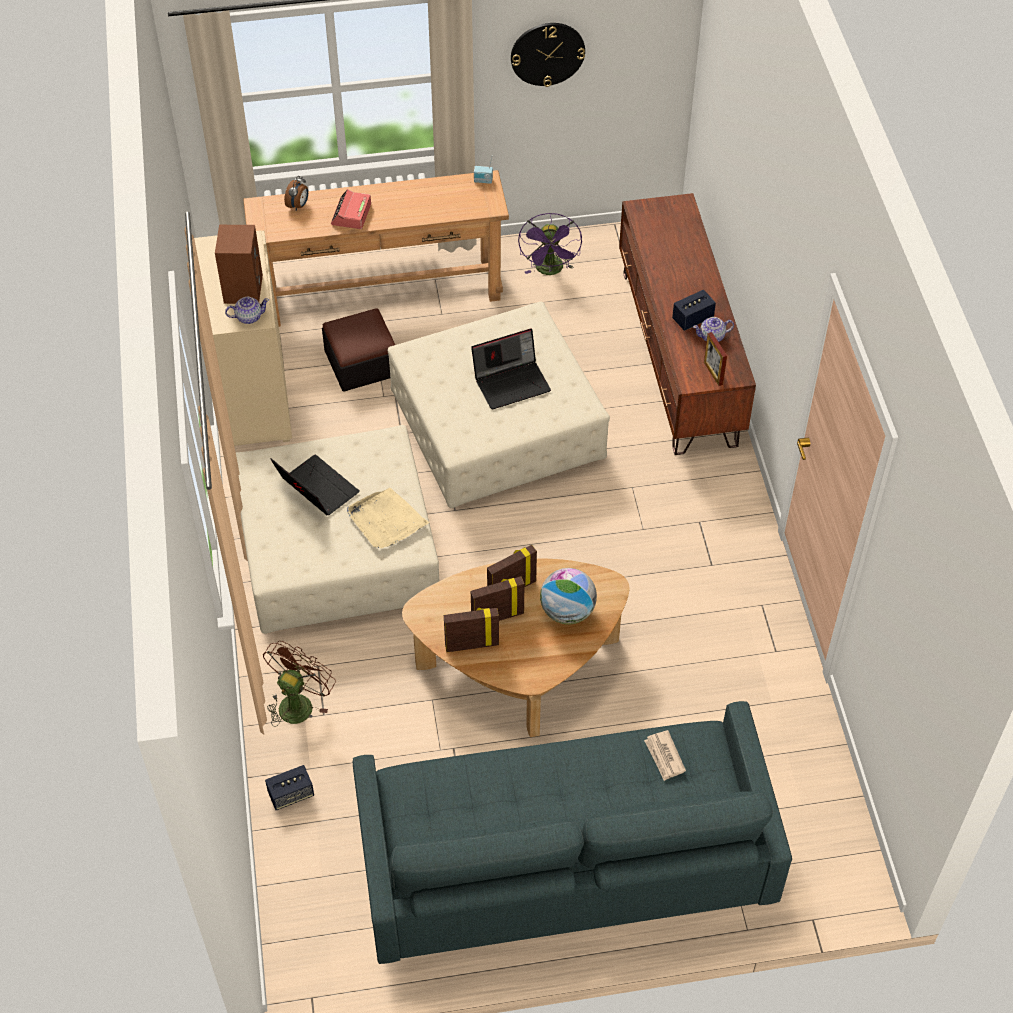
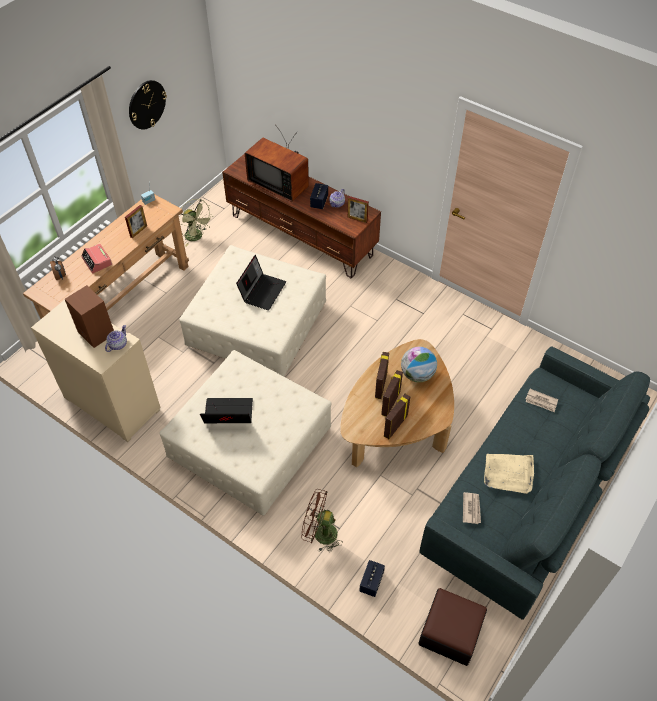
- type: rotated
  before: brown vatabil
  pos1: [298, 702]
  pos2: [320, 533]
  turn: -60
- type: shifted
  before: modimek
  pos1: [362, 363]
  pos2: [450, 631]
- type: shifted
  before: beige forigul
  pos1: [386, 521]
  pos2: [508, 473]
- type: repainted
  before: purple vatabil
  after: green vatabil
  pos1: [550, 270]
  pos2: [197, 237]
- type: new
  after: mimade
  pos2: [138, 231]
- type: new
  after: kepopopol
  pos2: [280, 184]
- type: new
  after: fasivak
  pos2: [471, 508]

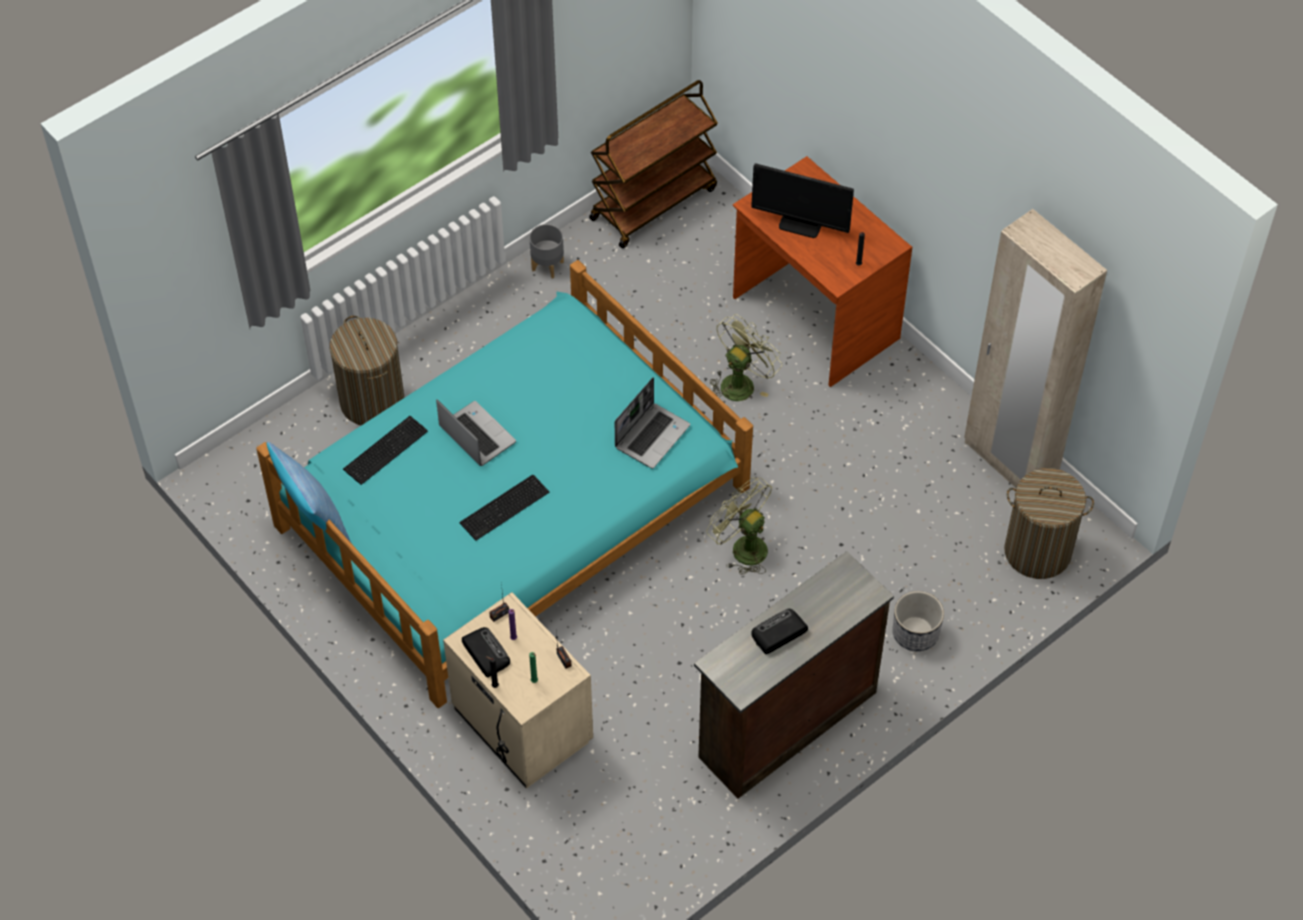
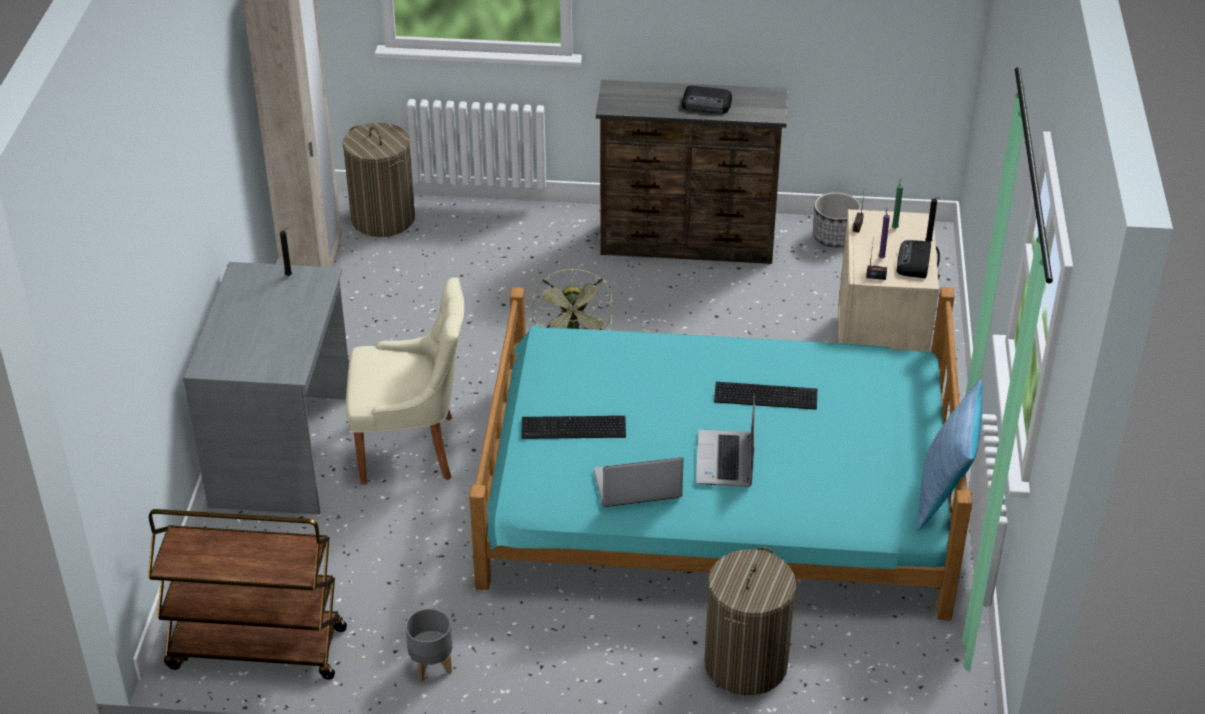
- type: shifted
  before: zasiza
  pos1: [383, 450]
  pos2: [575, 429]
- type: shifted
  before: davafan
  pos1: [652, 435]
  pos2: [636, 486]
- type: swapped
  before: green vatabil
  after: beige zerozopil
  pos1: [741, 382]
  pos2: [412, 448]
- type: repainted
  before: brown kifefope
  after: grey kifefope
  pos1: [814, 318]
  pos2: [284, 451]
- type: gone
  before: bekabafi
  pos1: [800, 224]
- type: shifted
  before: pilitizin
  pos1: [915, 633]
  pos2: [834, 237]

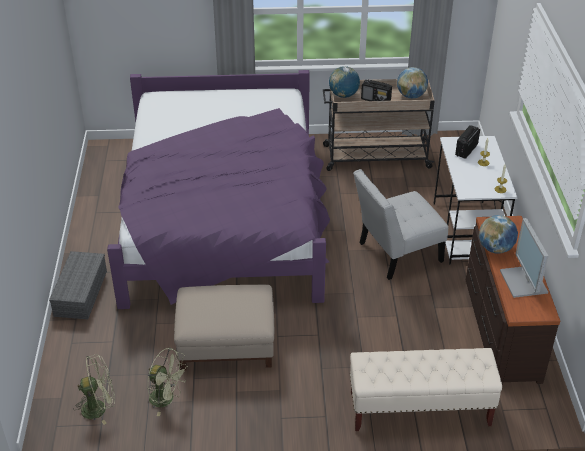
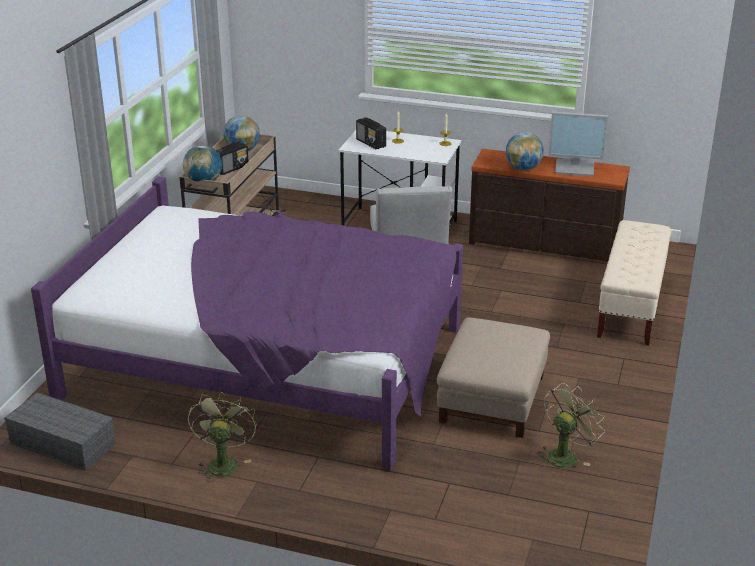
- type: shifted
  before: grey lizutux
  pos1: [80, 292]
  pos2: [61, 443]
- type: shifted
  before: green vatabil
  pos1: [99, 407]
  pos2: [223, 462]

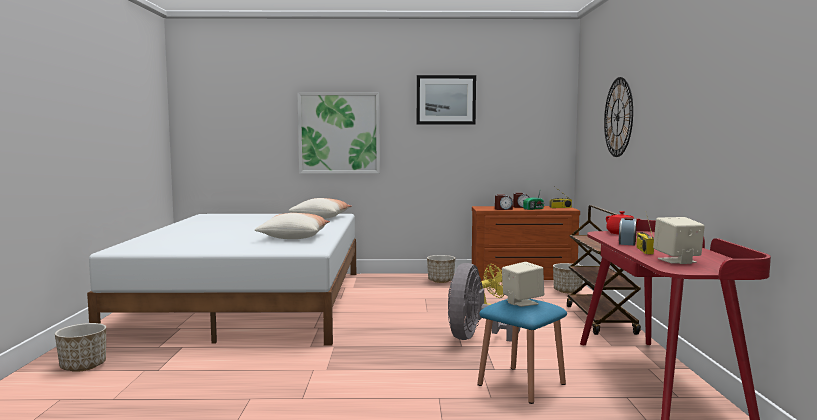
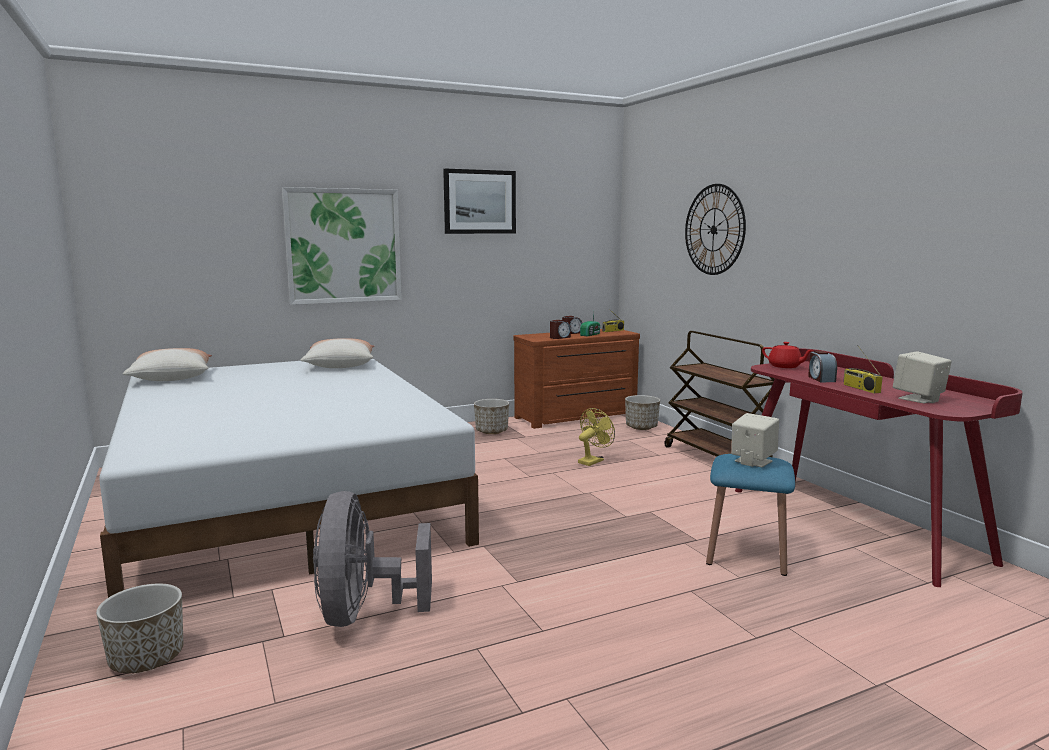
- type: shifted
  before: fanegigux
  pos1: [294, 237]
  pos2: [171, 377]
- type: shifted
  before: grey vatabil
  pos1: [475, 338]
  pos2: [364, 613]

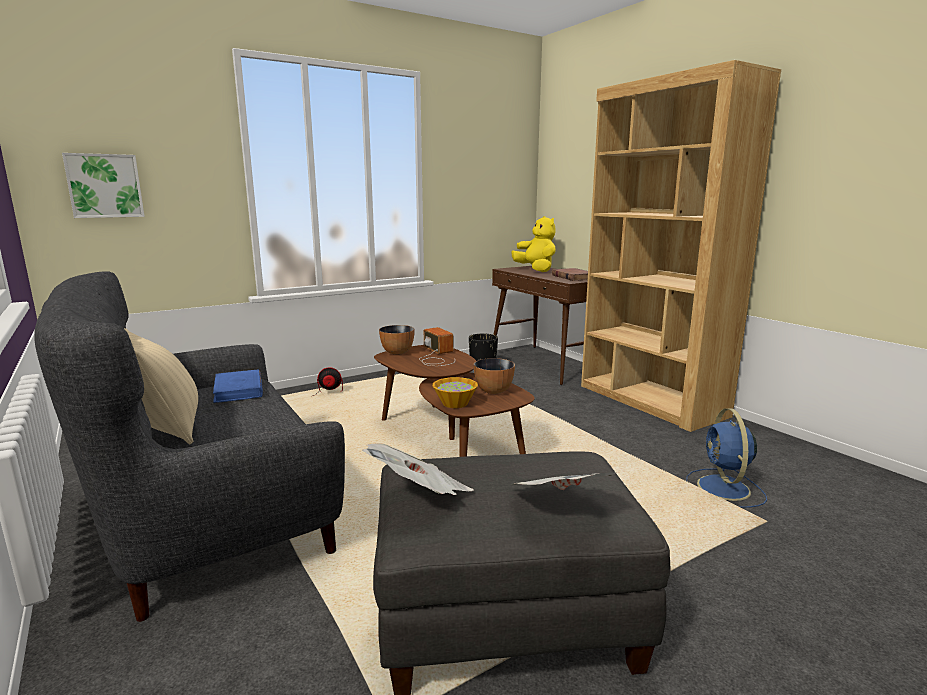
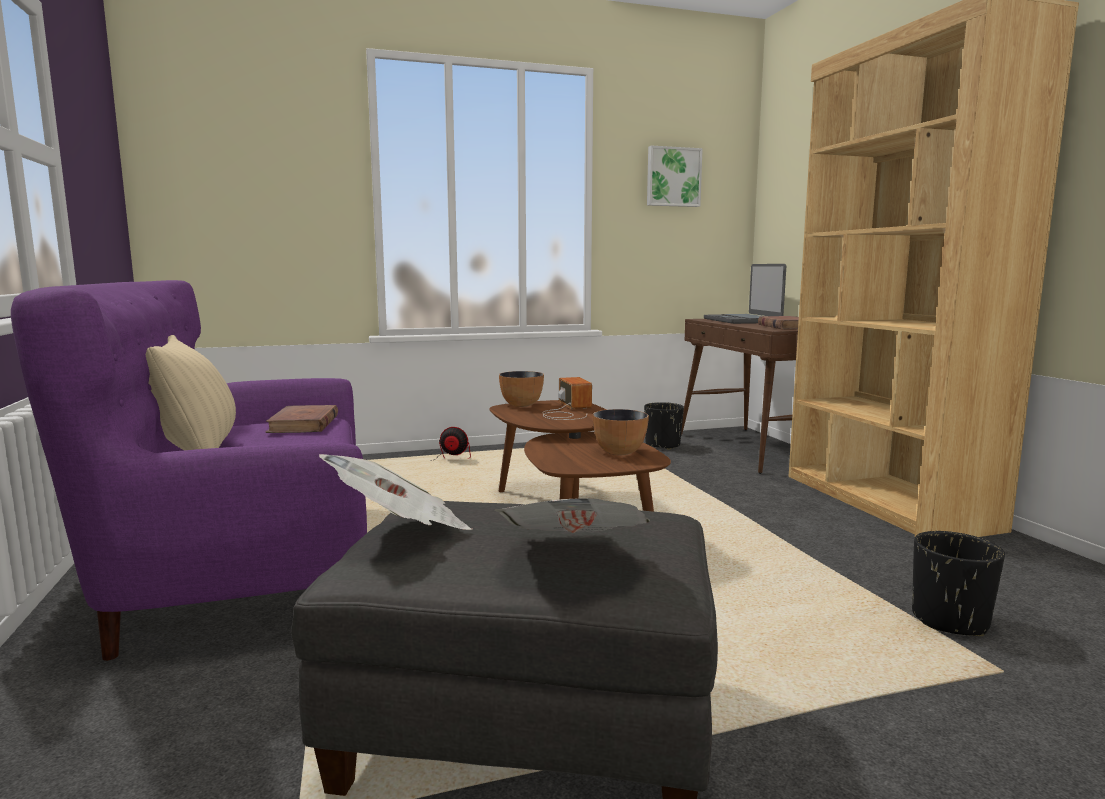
- type: repainted
  before: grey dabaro
  after: purple dabaro
  pos1: [208, 515]
  pos2: [242, 566]
- type: shifted
  before: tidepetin
  pos1: [105, 186]
  pos2: [673, 177]
- type: repainted
  before: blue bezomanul
  after: brown bezomanul
  pos1: [238, 390]
  pos2: [304, 424]
- type: gone
  before: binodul
  pos1: [455, 403]
- type: swapped
  before: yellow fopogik
  after: davafan
  pos1: [536, 270]
  pos2: [742, 320]
- type: swapped
  before: blue vatabil
  after: black pilitizin
  pos1: [724, 489]
  pos2: [950, 621]

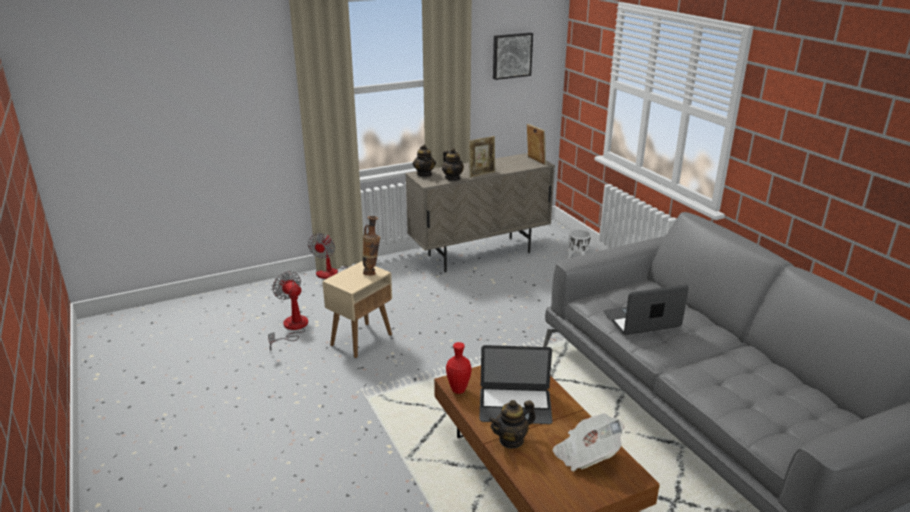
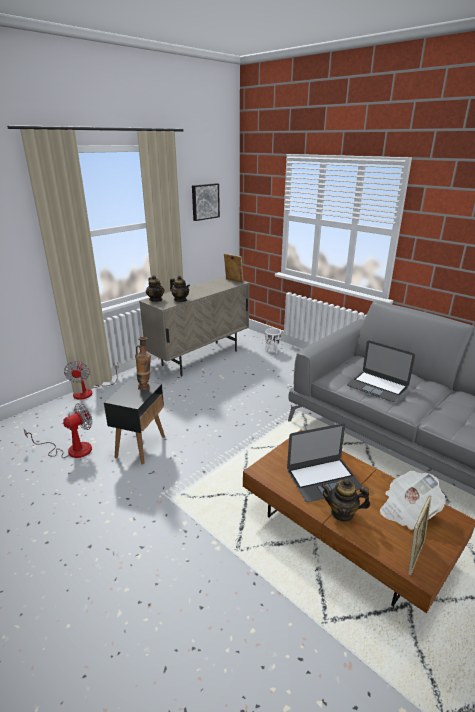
- type: rotated
  before: vatabil
  pos1: [292, 328]
  pos2: [71, 449]
  turn: 105
- type: repainted
  before: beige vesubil
  after: black vesubil
  pos1: [362, 339]
  pos2: [140, 446]
- type: gone
  before: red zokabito
  pos1: [458, 390]
- type: shifted
  before: mimade
  pos1: [481, 174]
  pos2: [414, 555]
- type: rotated
  before: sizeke
  pos1: [511, 440]
  pos2: [342, 513]
  turn: 60
- type: rotated
  before: davafan
  pos1: [641, 320]
  pos2: [377, 386]
  turn: -105

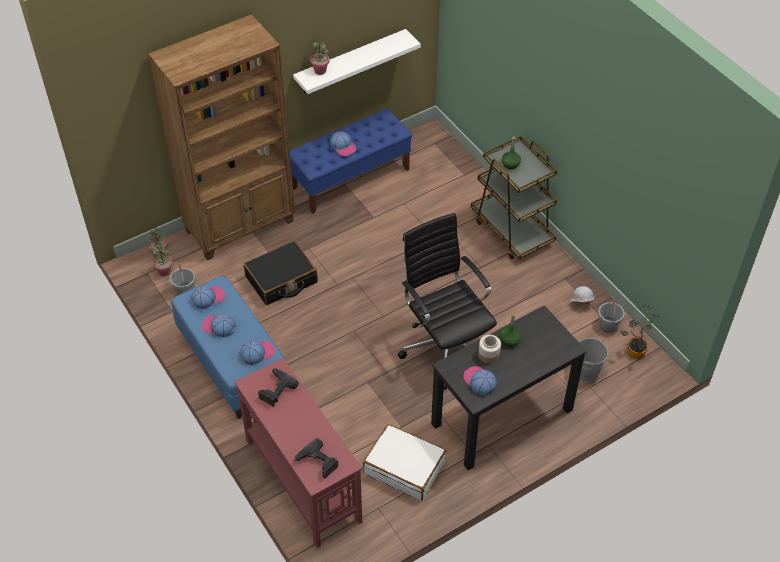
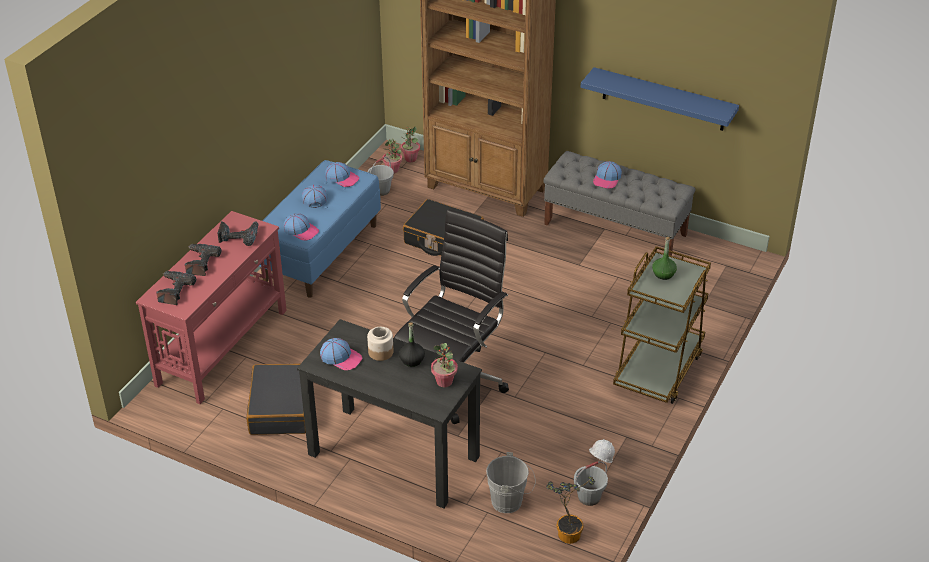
- type: repainted
  before: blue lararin
  after: grey lararin
  pos1: [351, 178]
  pos2: [615, 229]
- type: repainted
  before: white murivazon
  after: blue murivazon
  pos1: [350, 62]
  pos2: [663, 99]
- type: shifted
  before: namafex
  pos1: [320, 71]
  pos2: [444, 382]
- type: repainted
  before: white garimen
  after: black garimen
  pos1: [404, 467]
  pos2: [281, 408]
- type: rotated
  before: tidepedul
  pos1: [479, 381]
  pos2: [341, 358]
  turn: 90
- type: repainted
  before: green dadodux
  after: black dadodux
  pos1: [509, 340]
  pos2: [412, 360]
- type: new
  after: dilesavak
  pos2: [200, 263]

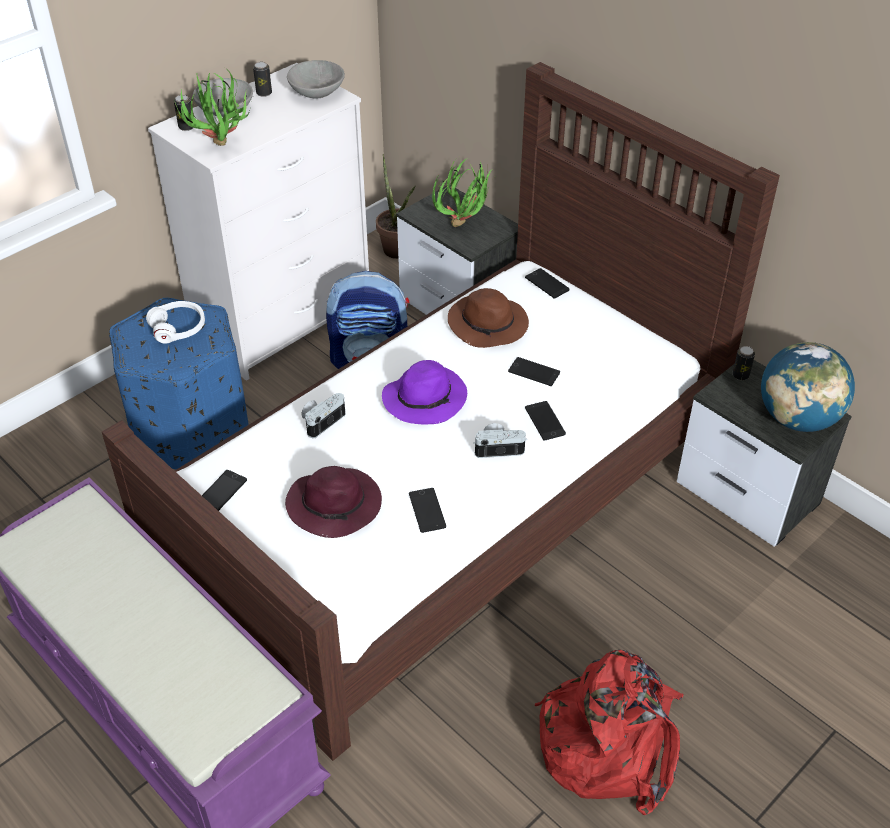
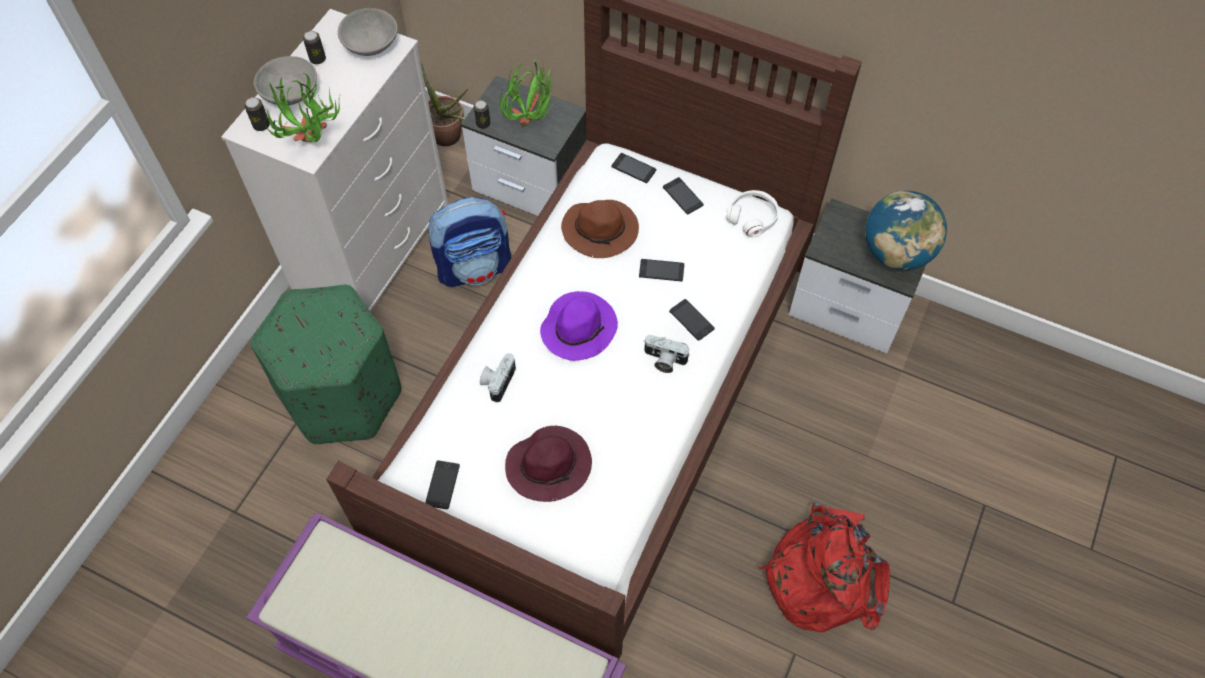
- type: repainted
  before: blue modimek
  after: green modimek
  pos1: [192, 431]
  pos2: [343, 395]
- type: shifted
  before: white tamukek
  pos1: [178, 328]
  pos2: [752, 217]
- type: shifted
  before: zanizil
  pos1: [427, 510]
  pos2: [683, 196]
- type: rotated
  before: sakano
  pos1: [498, 448]
  pos2: [664, 360]
  turn: -135
- type: shifted
  before: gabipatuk
  pos1: [740, 375]
  pos2: [483, 124]

